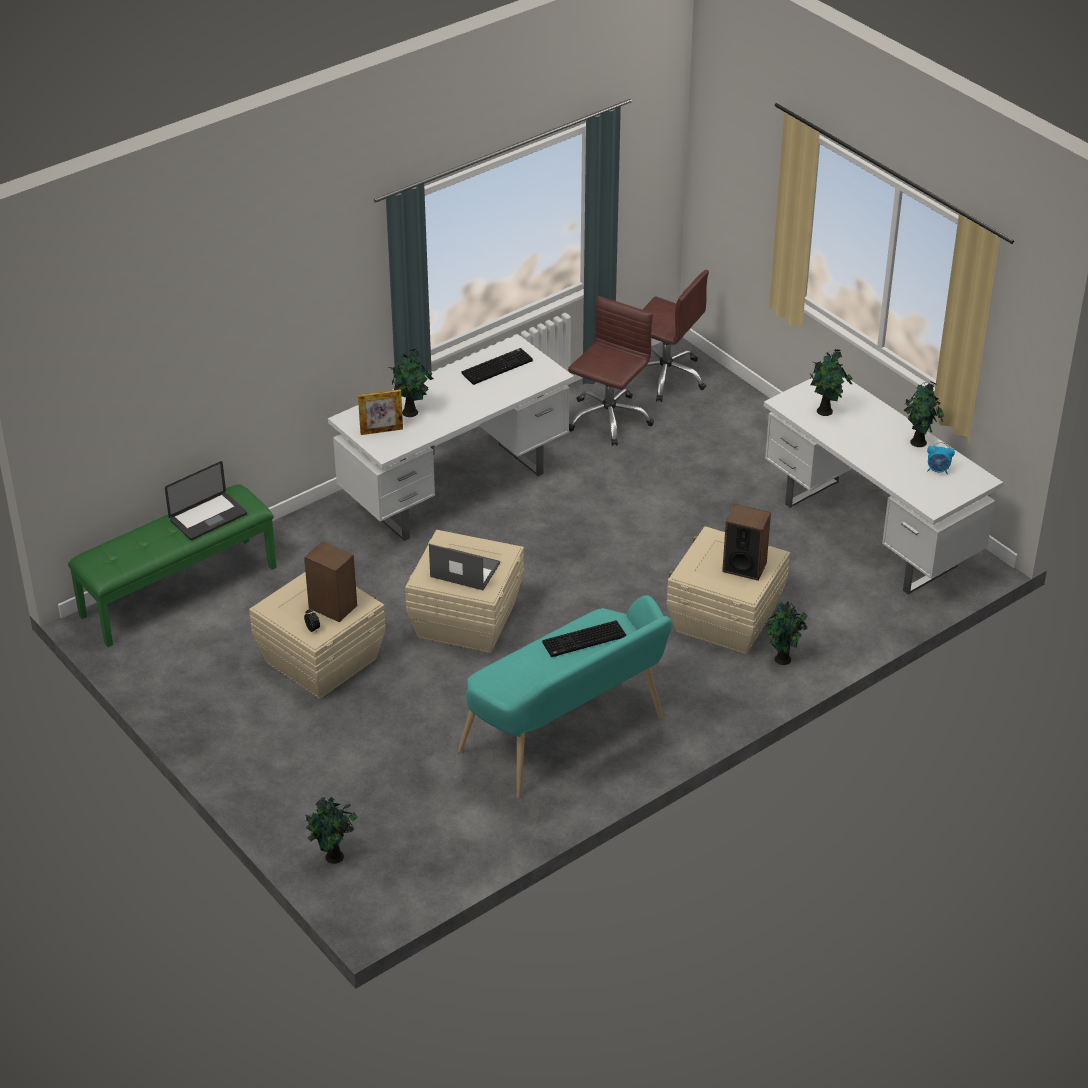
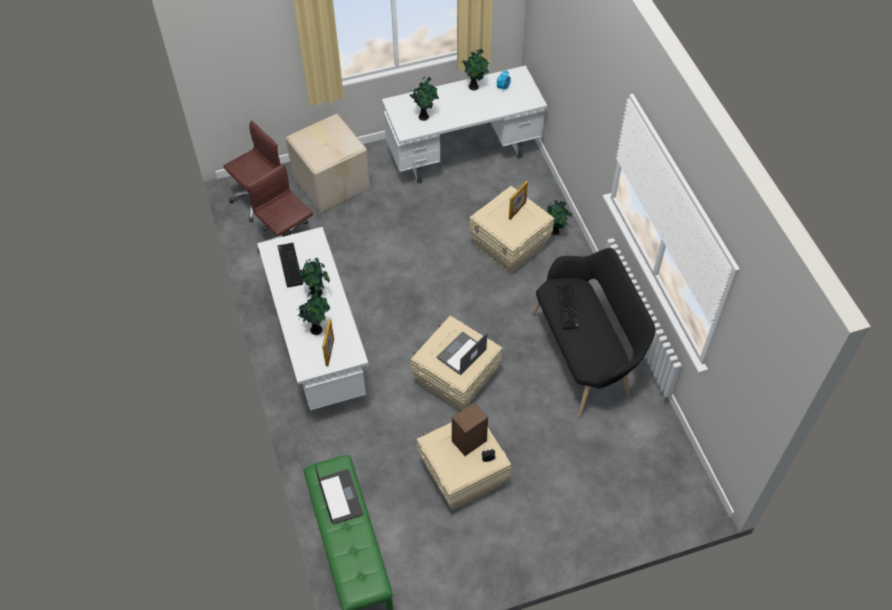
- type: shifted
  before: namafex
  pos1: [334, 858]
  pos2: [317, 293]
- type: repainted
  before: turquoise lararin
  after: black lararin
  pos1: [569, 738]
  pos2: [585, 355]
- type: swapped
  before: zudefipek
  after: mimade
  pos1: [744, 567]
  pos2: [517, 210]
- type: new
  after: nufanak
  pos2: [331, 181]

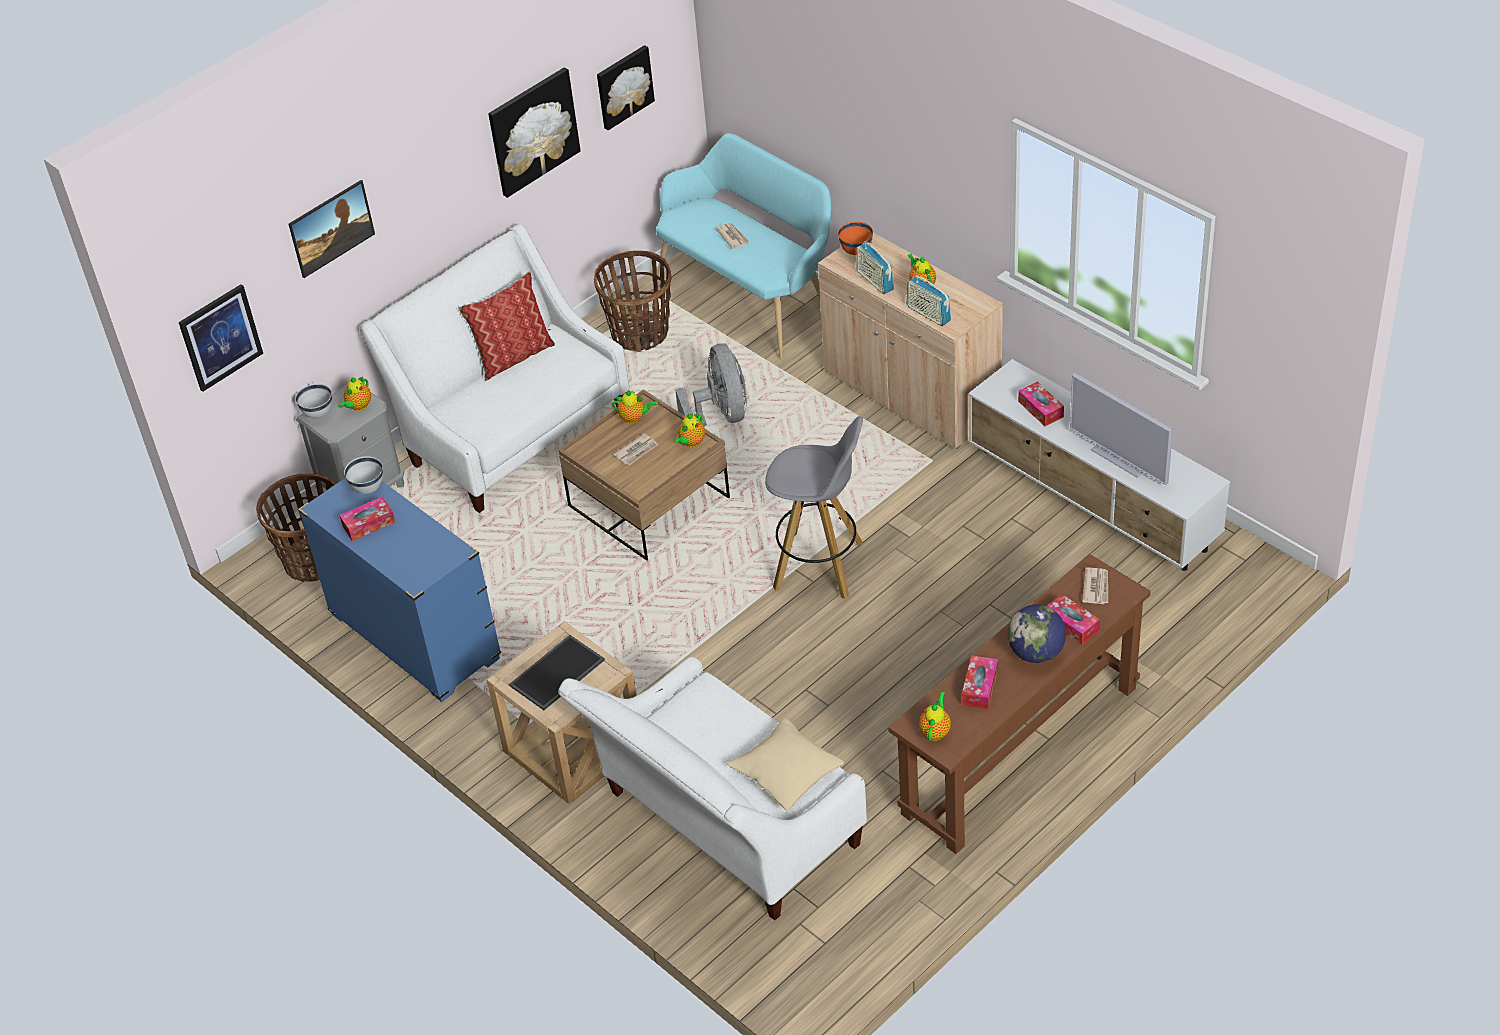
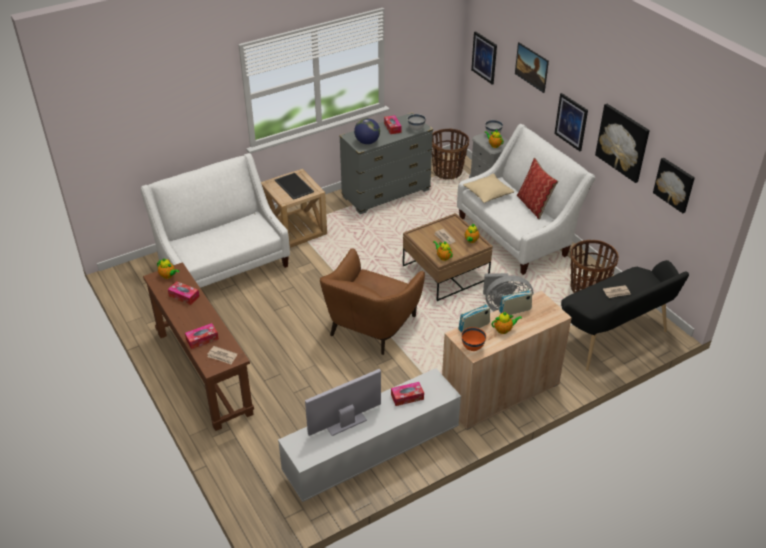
- type: repainted
  before: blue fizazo
  after: grey fizazo
  pos1: [414, 637]
  pos2: [386, 193]
- type: repainted
  before: turquoise lararin
  after: black lararin
  pos1: [751, 296]
  pos2: [613, 339]
- type: shifted
  before: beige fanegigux
  pos1: [786, 773]
  pos2: [488, 193]
- type: swapped
  before: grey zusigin
  after: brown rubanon
  pos1: [820, 565]
  pos2: [370, 325]
- type: shifted
  before: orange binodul
  pos1: [856, 251]
  pos2: [472, 348]
- type: shifted
  before: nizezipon
  pos1: [1036, 653]
  pos2: [367, 142]
- type: new
  after: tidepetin
  pos2: [571, 122]

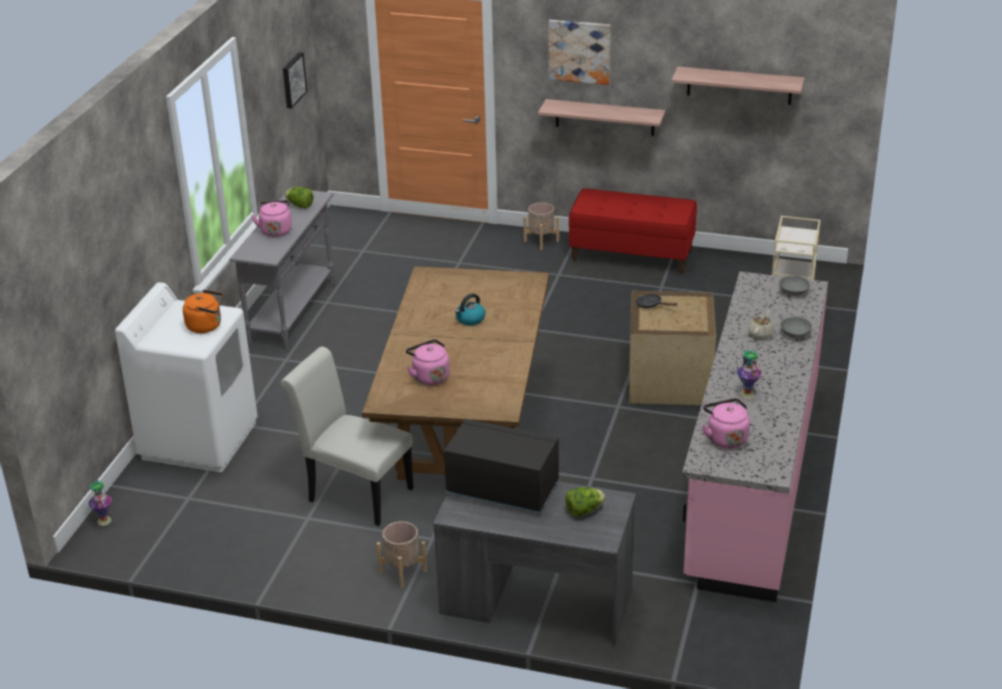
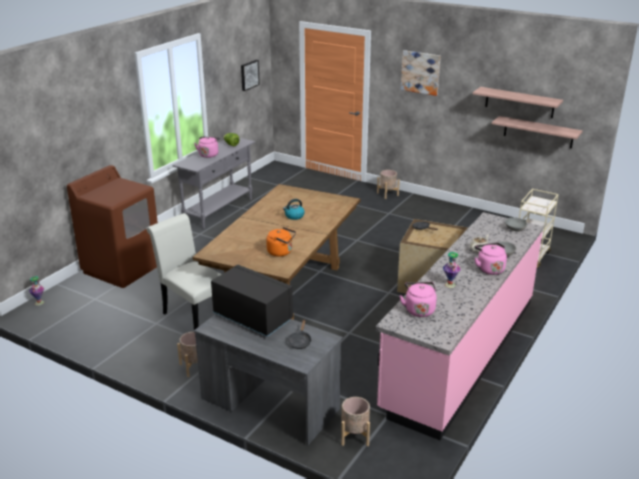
- type: repainted
  before: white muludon
  after: brown muludon
  pos1: [199, 440]
  pos2: [122, 268]
- type: shifted
  before: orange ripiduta
  pos1: [206, 326]
  pos2: [281, 252]
- type: shifted
  before: pink ripiduta
  pos1: [429, 376]
  pos2: [489, 269]
- type: shifted
  before: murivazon
  pos1: [604, 117]
  pos2: [538, 132]
- type: swapped
  before: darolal
  after: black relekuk
  pos1: [584, 511]
  pos2: [299, 341]
- type: gone
  before: red lararin
  pos1: [632, 255]
- type: new
  after: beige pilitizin
  pos2: [355, 436]

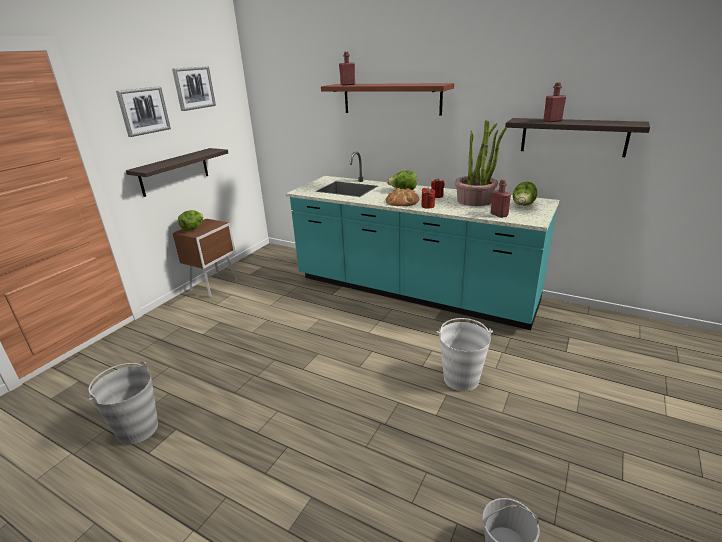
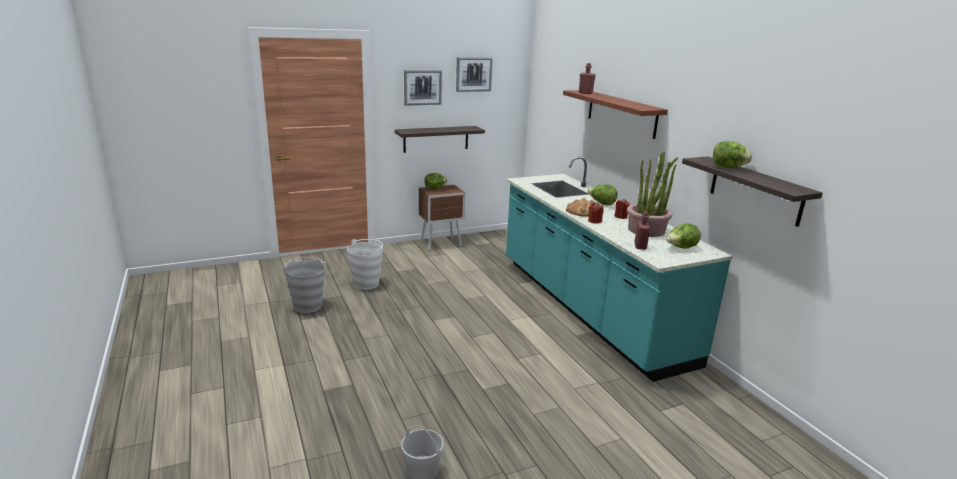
- type: shifted
  before: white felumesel
  pos1: [461, 379]
  pos2: [366, 284]
- type: swapped
  before: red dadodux
  after: darolal
  pos1: [552, 121]
  pos2: [728, 167]

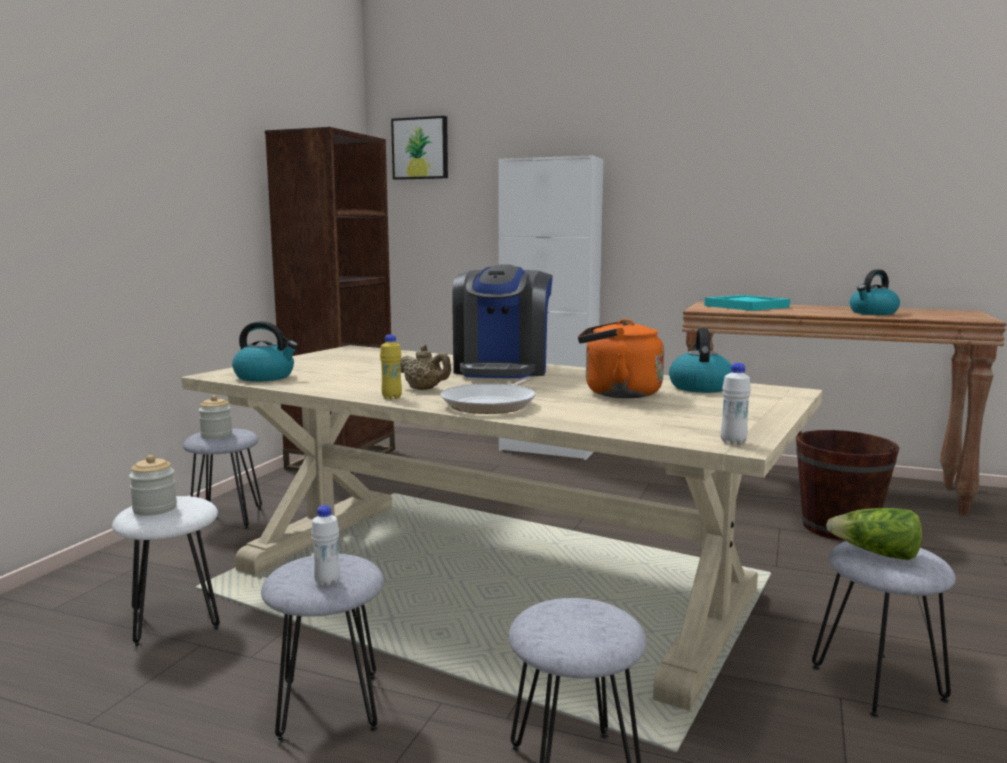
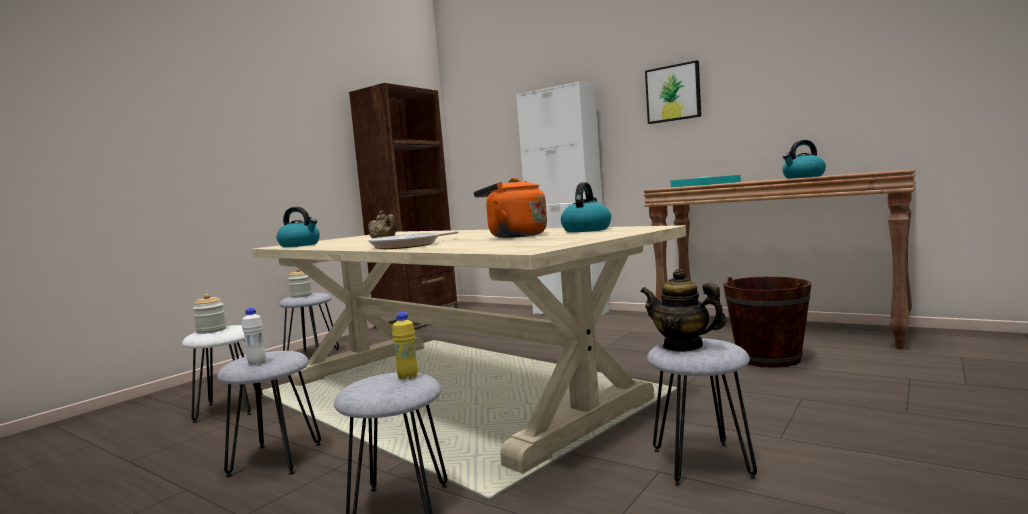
- type: shifted
  before: yellow dadodux
  pos1: [391, 397]
  pos2: [408, 377]
- type: shifted
  before: tidepetin
  pos1: [420, 148]
  pos2: [673, 93]
- type: gone
  before: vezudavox
  pos1: [502, 370]
- type: gone
  before: white dadodux
  pos1: [733, 442]
- type: swapped
  before: darolal
  after: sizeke
  pos1: [876, 554]
  pos2: [683, 346]

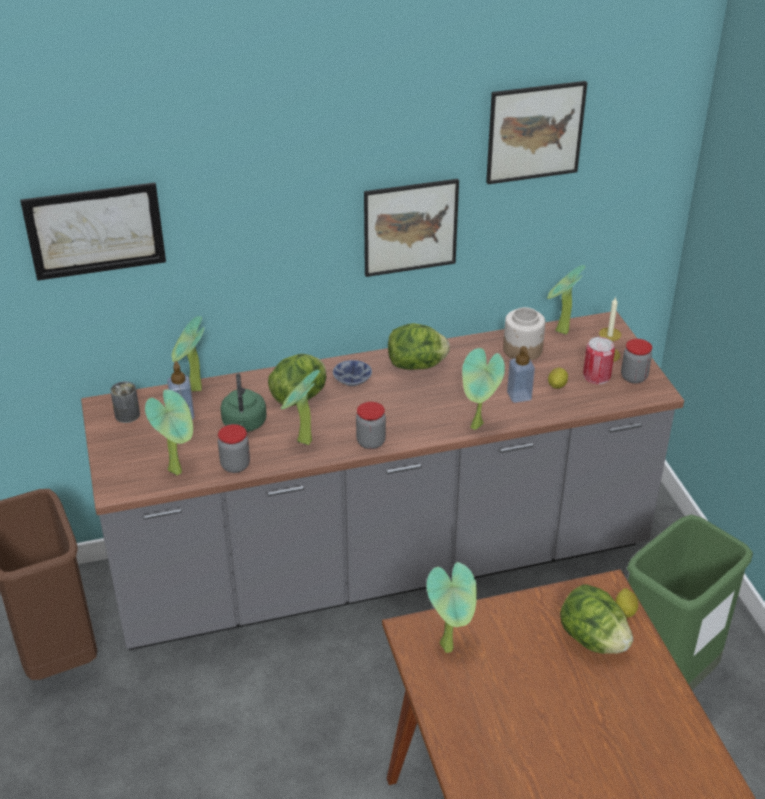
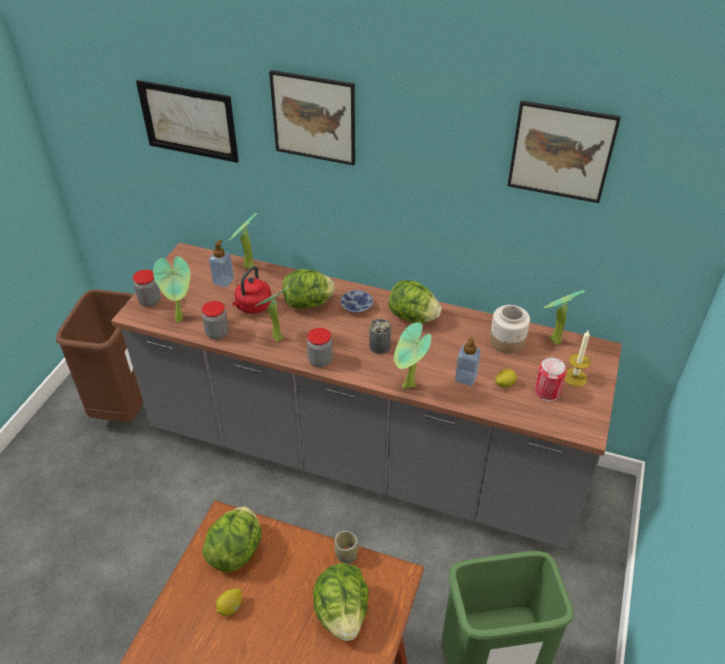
- type: shifted
  before: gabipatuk
  pos1: [127, 415]
  pos2: [379, 346]
- type: repainted
  before: green ripiduta
  after: red ripiduta
  pos1: [244, 425]
  pos2: [253, 307]
- type: shifted
  before: tidepetin
  pos1: [410, 227]
  pos2: [314, 117]
- type: swapped
  before: namafex
  after: darolal
  pos1: [450, 647]
  pos2: [236, 551]
- type: shifted
  before: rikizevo
  pos1: [625, 611]
  pos2: [230, 607]
- type: shifted
  before: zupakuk
  pos1: [633, 377]
  pos2: [150, 301]
- type: new
  after: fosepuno
  pos2: [346, 555]

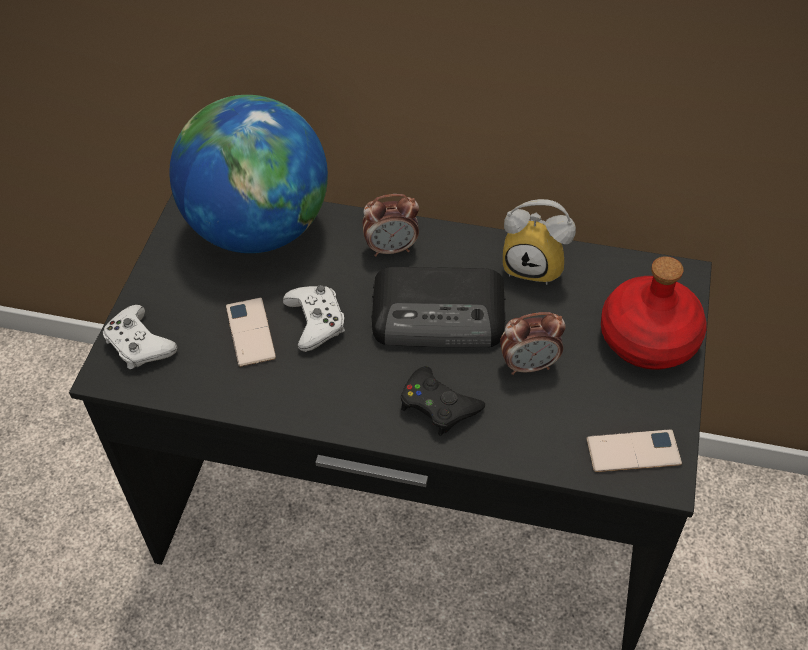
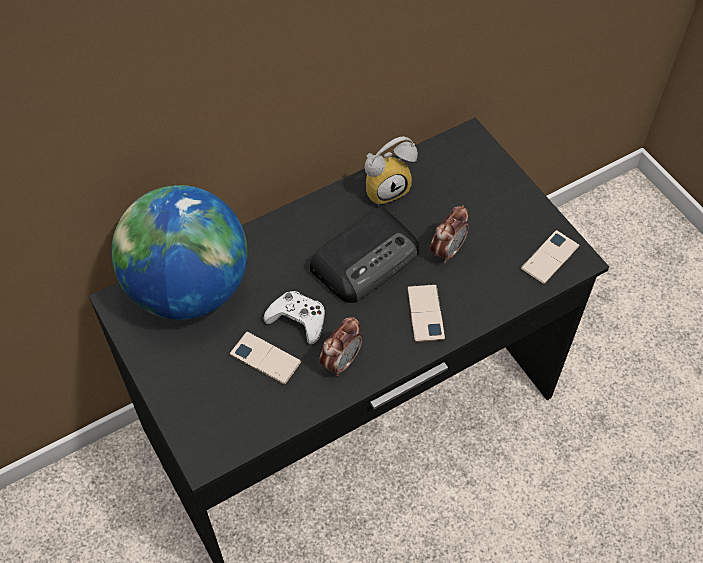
- type: gone
  before: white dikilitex
  pos1: [139, 344]
- type: shifted
  before: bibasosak
  pos1: [391, 248]
  pos2: [341, 361]
- type: swapped
  before: black dikilitex
  after: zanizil
  pos1: [438, 405]
  pos2: [425, 313]
- type: gone
  before: red dadodux
  pos1: [649, 338]

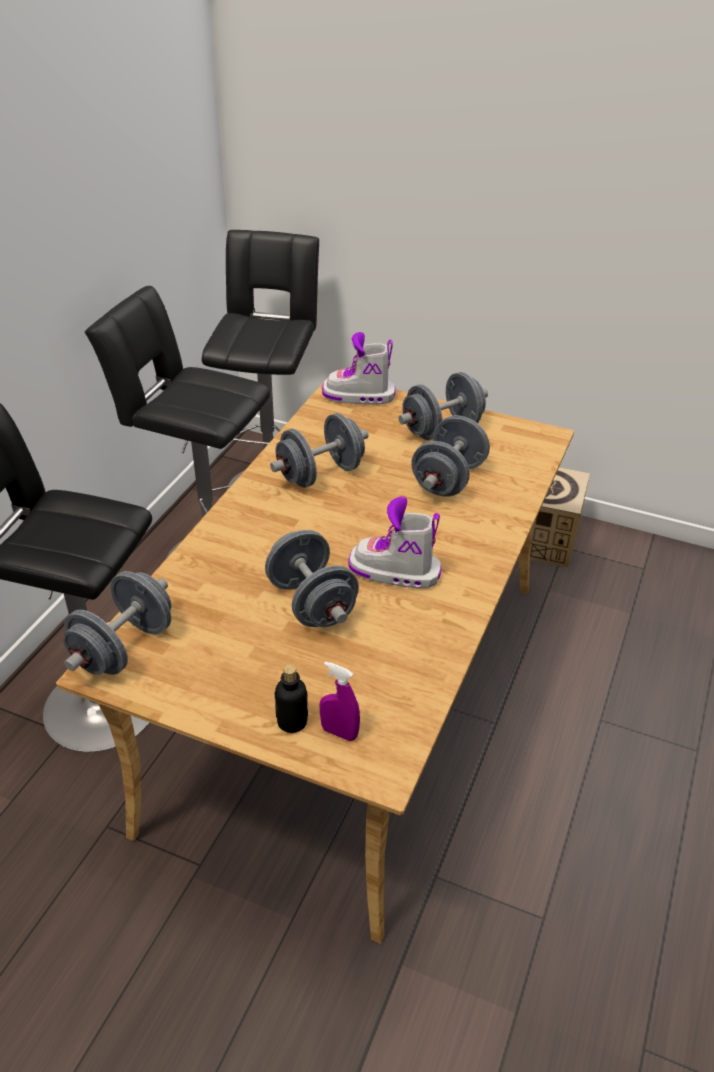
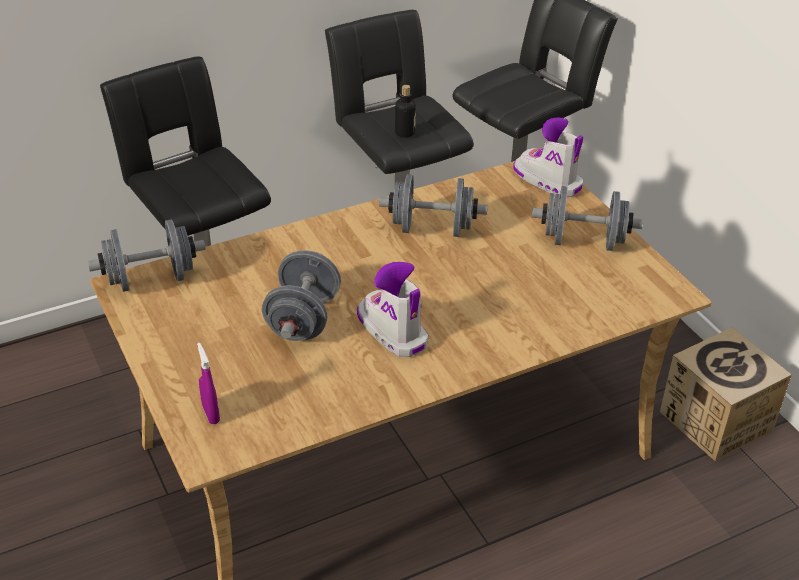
- type: shifted
  before: dadodux
  pos1: [292, 722]
  pos2: [405, 133]
- type: gone
  before: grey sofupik
  pos1: [448, 479]

